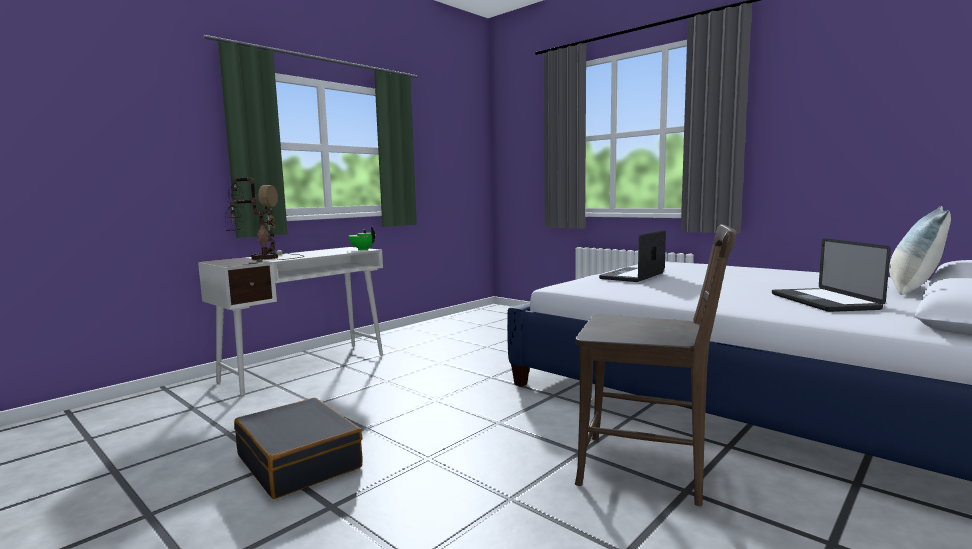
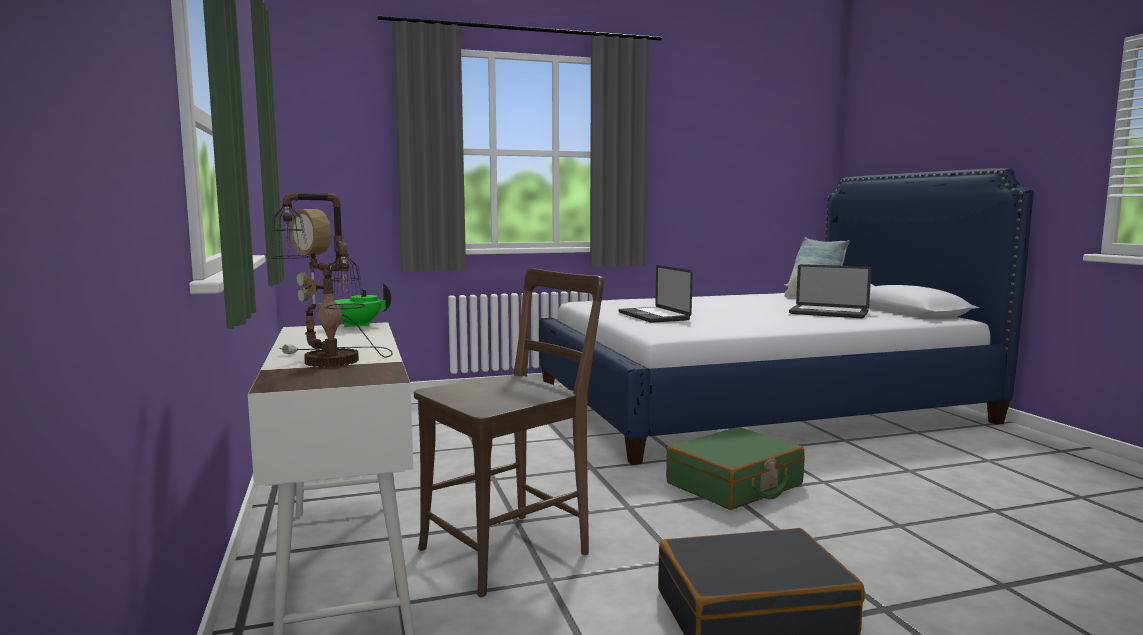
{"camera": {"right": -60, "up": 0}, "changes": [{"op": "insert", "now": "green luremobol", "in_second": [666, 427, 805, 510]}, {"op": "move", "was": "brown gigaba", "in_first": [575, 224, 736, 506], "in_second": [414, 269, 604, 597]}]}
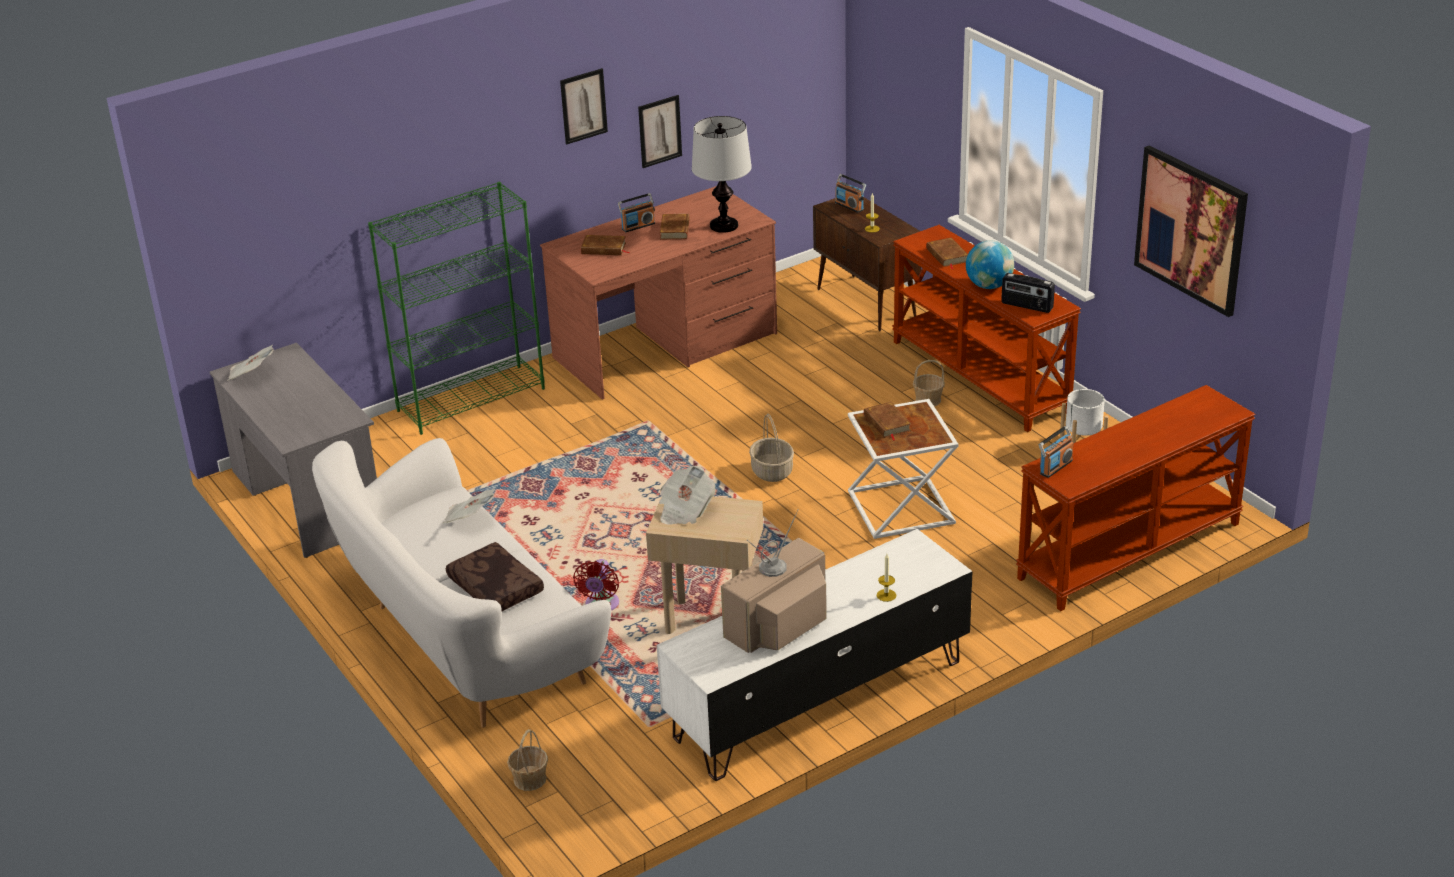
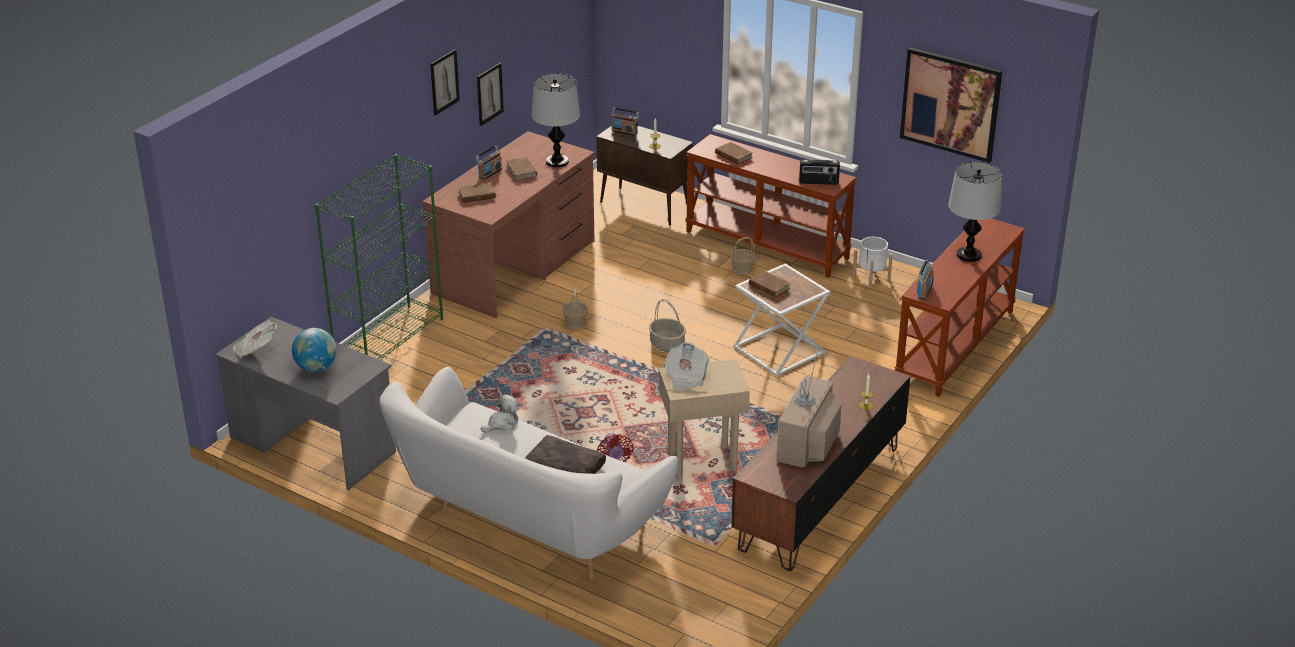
{"camera": {"right": -25, "up": 0}, "changes": [{"op": "insert", "now": "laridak", "in_second": [948, 162, 1002, 262]}, {"op": "move", "was": "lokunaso", "in_first": [507, 729, 548, 791], "in_second": [562, 289, 588, 329]}, {"op": "move", "was": "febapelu", "in_first": [966, 240, 1014, 289], "in_second": [292, 328, 337, 372]}, {"op": "replace", "was": "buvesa", "now": "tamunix", "in_first": [443, 489, 495, 523], "in_second": [481, 394, 519, 433]}, {"op": "recolor", "was": "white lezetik", "now": "brown lezetik", "in_first": [657, 529, 972, 781], "in_second": [731, 356, 910, 571]}]}
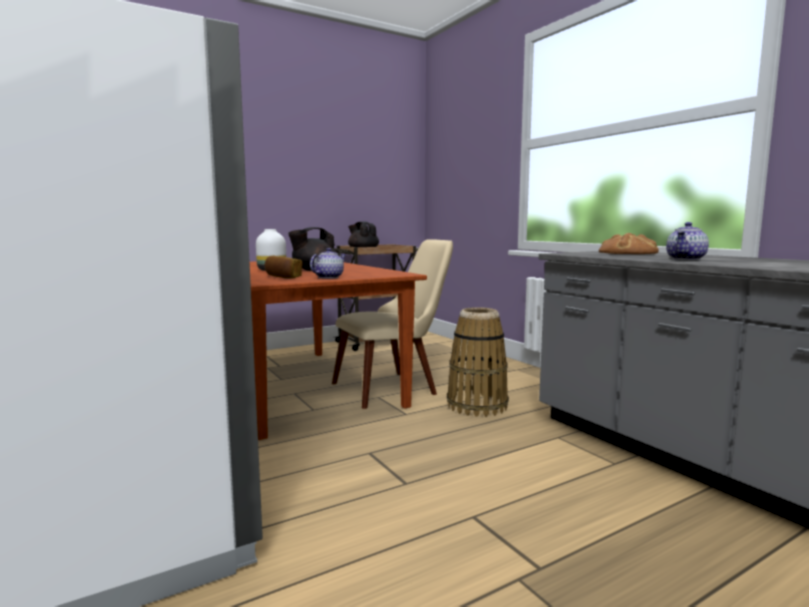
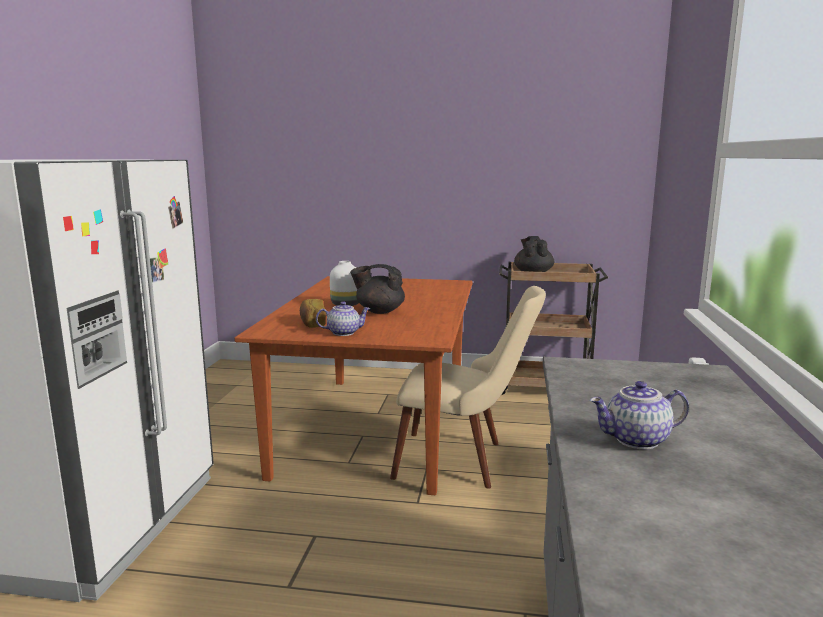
{"camera": {"right": 40, "up": 5}, "changes": [{"op": "delete", "was": "lokunaso", "in_first": [447, 307, 509, 417]}, {"op": "delete", "was": "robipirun", "in_first": [599, 233, 659, 254]}]}
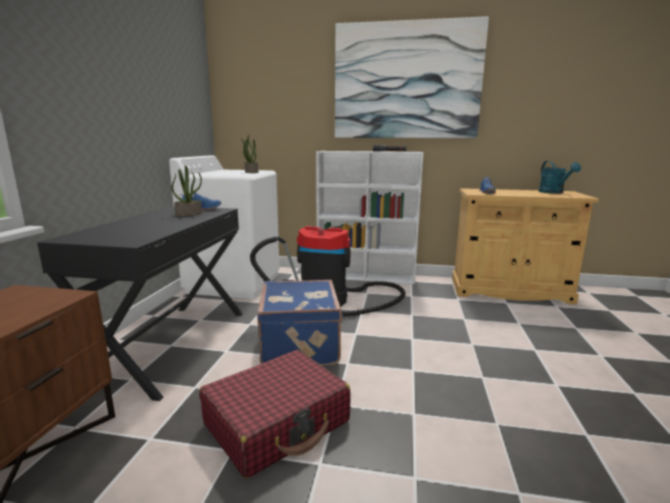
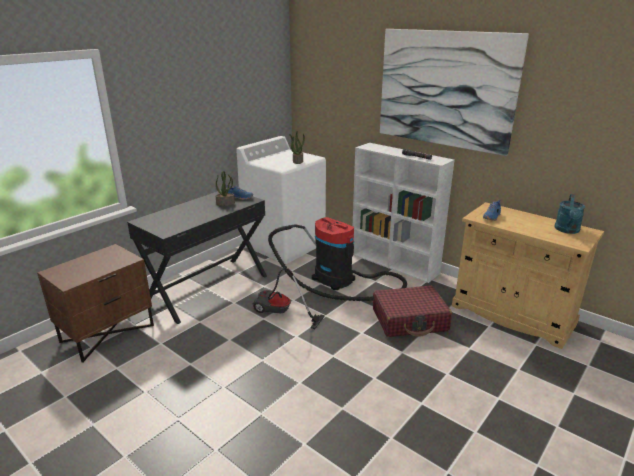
{"camera": {"right": 30, "up": 10}, "changes": [{"op": "move", "was": "red luremobol", "in_first": [199, 350, 351, 478], "in_second": [373, 285, 452, 337]}, {"op": "replace", "was": "blue luremobol", "now": "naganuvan", "in_first": [257, 280, 344, 366], "in_second": [253, 267, 325, 329]}]}
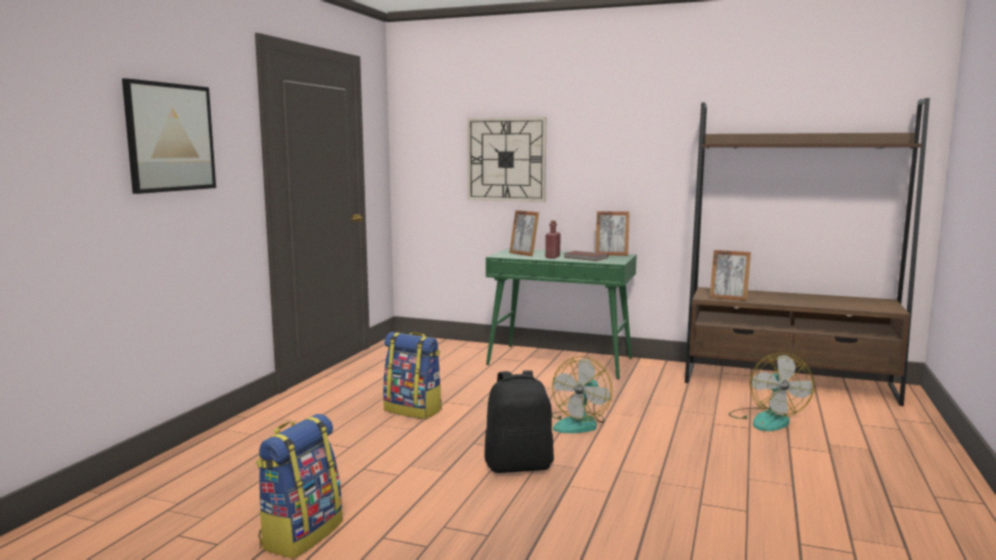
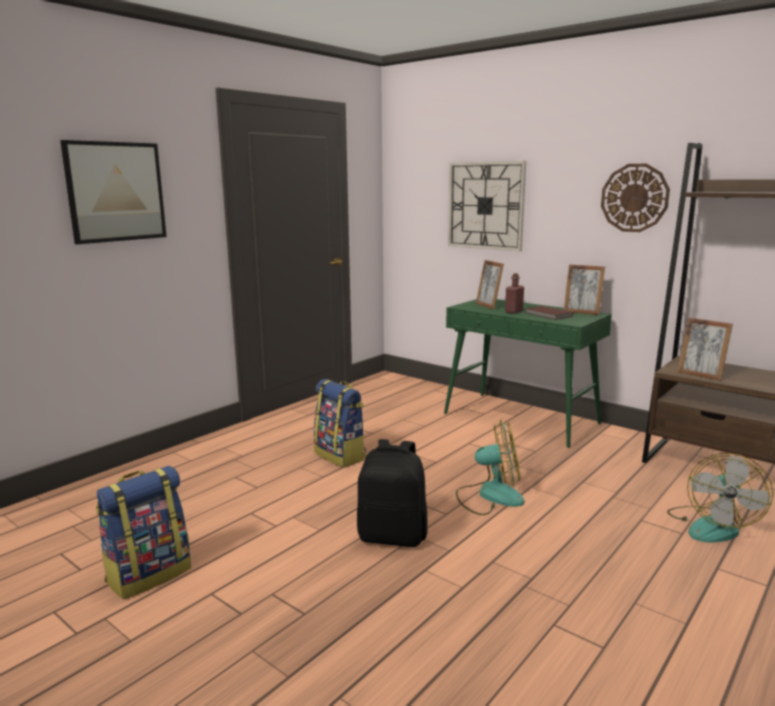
{"camera": {"right": 20, "up": 5}, "changes": [{"op": "insert", "now": "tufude", "in_second": [601, 164, 670, 232]}, {"op": "rotate", "was": "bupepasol", "in_first": [552, 356, 612, 433], "in_second": [456, 420, 524, 515], "clockwise": -135}]}
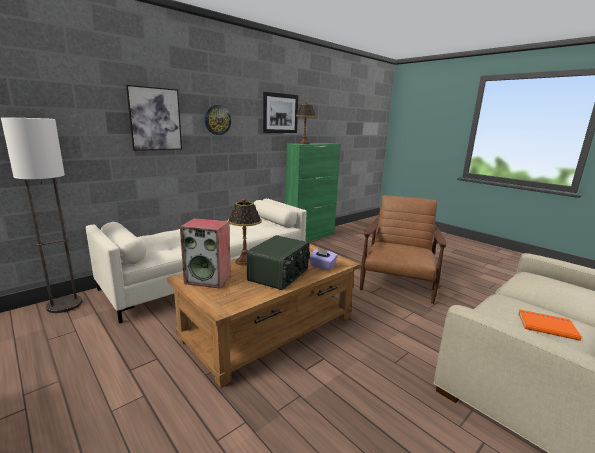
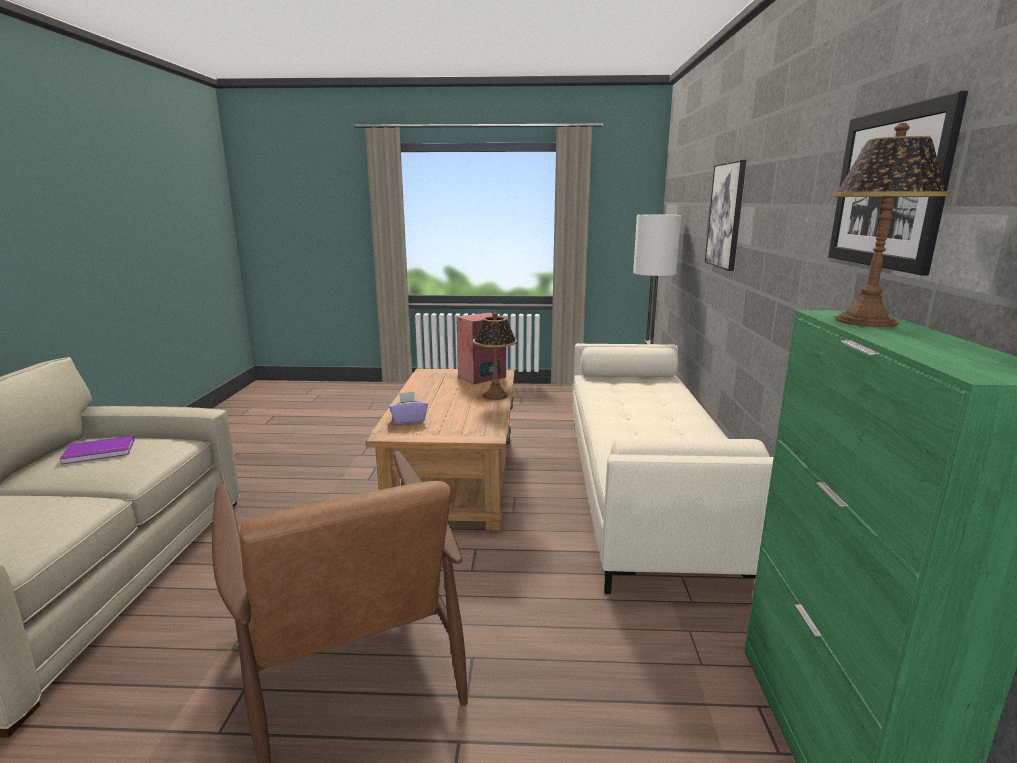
{"camera": {"right": 135, "up": 0}, "changes": [{"op": "delete", "was": "tufude", "in_first": [204, 105, 231, 135]}, {"op": "delete", "was": "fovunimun", "in_first": [247, 235, 310, 290]}, {"op": "recolor", "was": "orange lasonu", "now": "purple lasonu", "in_first": [518, 309, 582, 341], "in_second": [60, 436, 134, 464]}]}
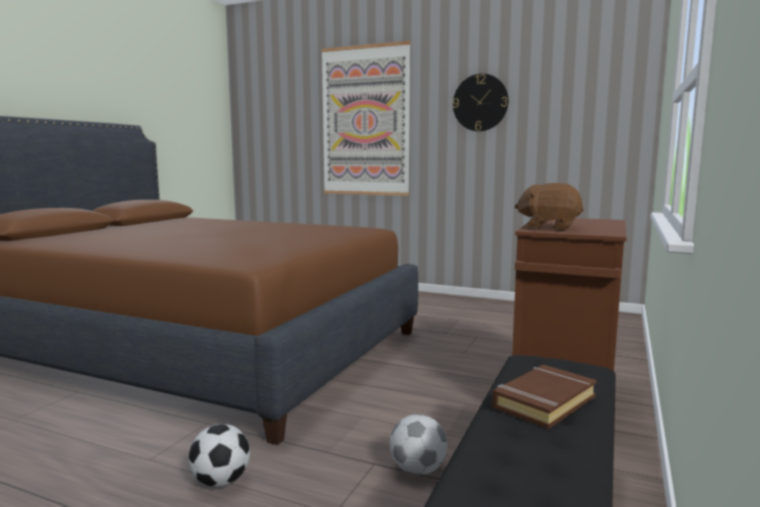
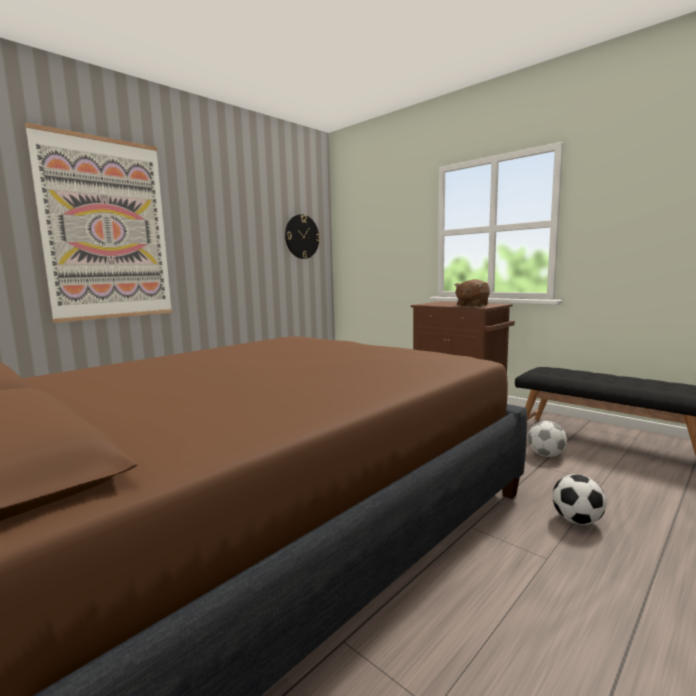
{"camera": {"right": -70, "up": 0}, "changes": [{"op": "delete", "was": "brown lasonu", "in_first": [492, 365, 597, 429]}, {"op": "move", "was": "tufude", "in_first": [453, 74, 508, 131], "in_second": [285, 214, 320, 259]}]}
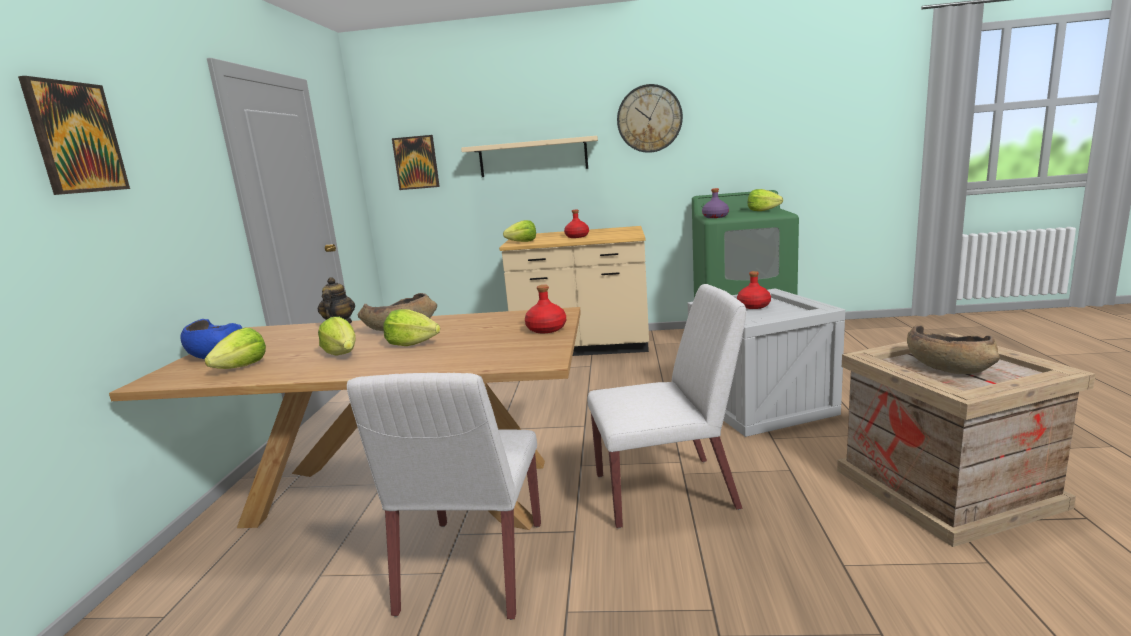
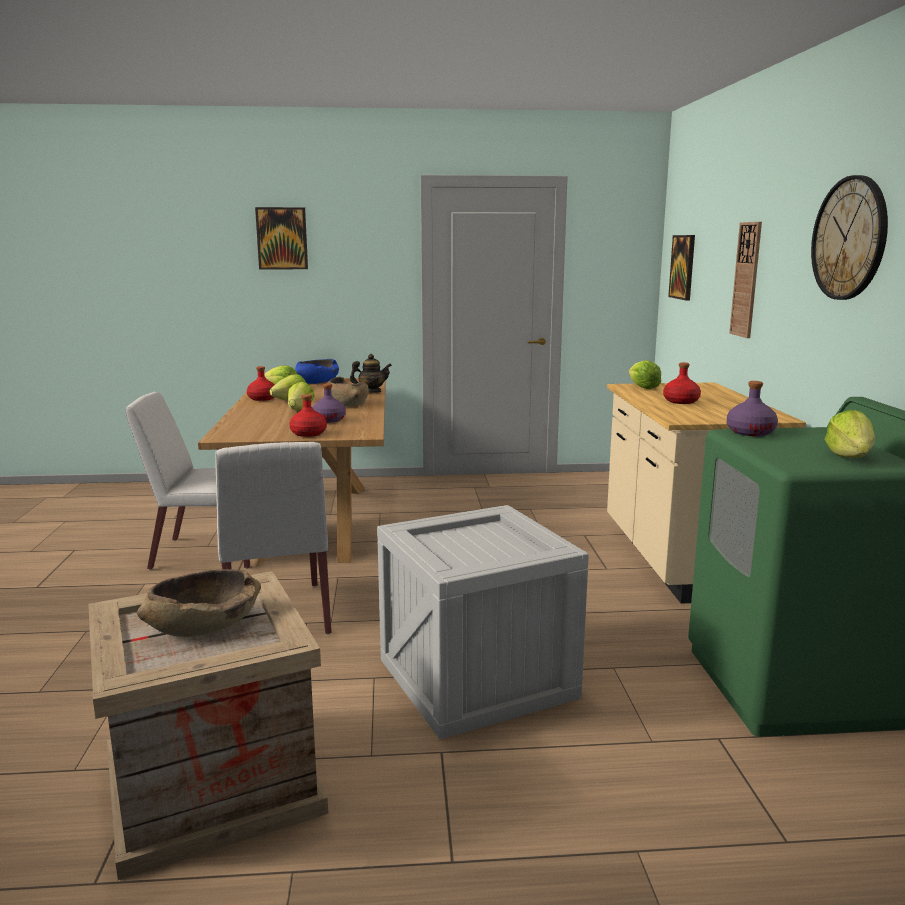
{"camera": {"right": 80, "up": 0}, "changes": [{"op": "insert", "now": "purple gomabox", "in_second": [312, 383, 346, 423]}, {"op": "move", "was": "red gomabox", "in_first": [737, 271, 771, 309], "in_second": [247, 366, 275, 401]}, {"op": "replace", "was": "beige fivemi", "now": "tufude", "in_first": [461, 136, 598, 177], "in_second": [729, 222, 762, 338]}]}
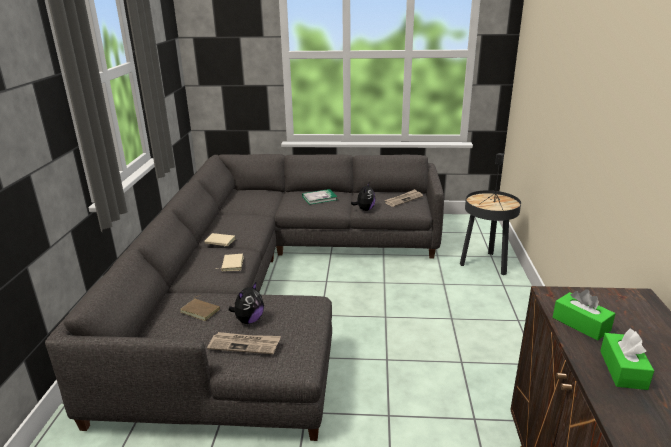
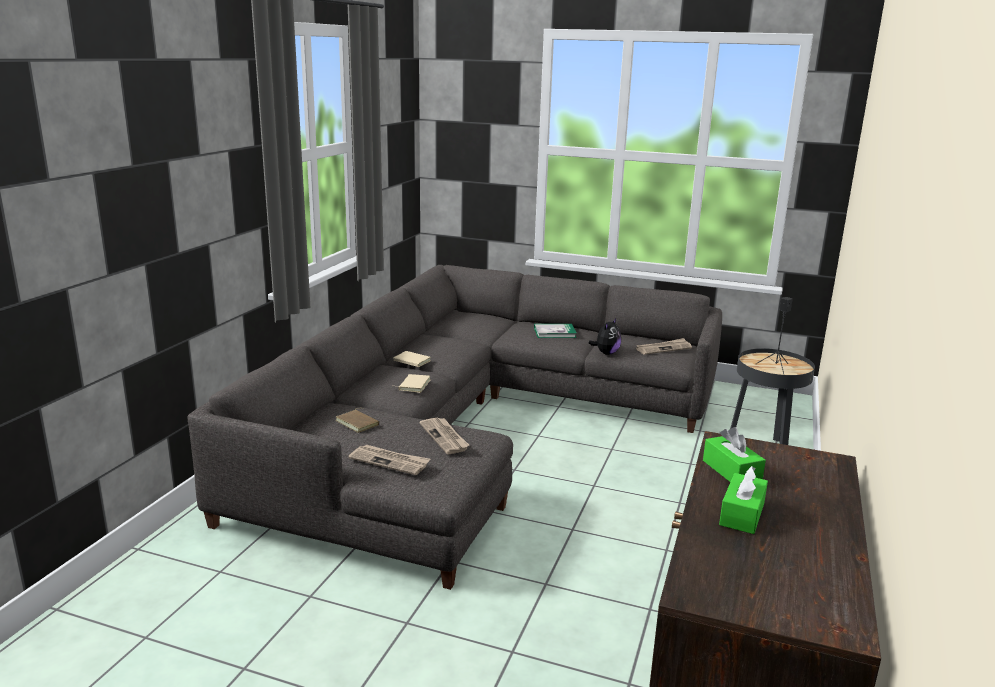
{"camera": {"right": 15, "up": -5}, "changes": [{"op": "delete", "was": "tamunix", "in_first": [229, 282, 264, 324]}, {"op": "insert", "now": "buvesa", "in_second": [419, 417, 469, 454]}]}
